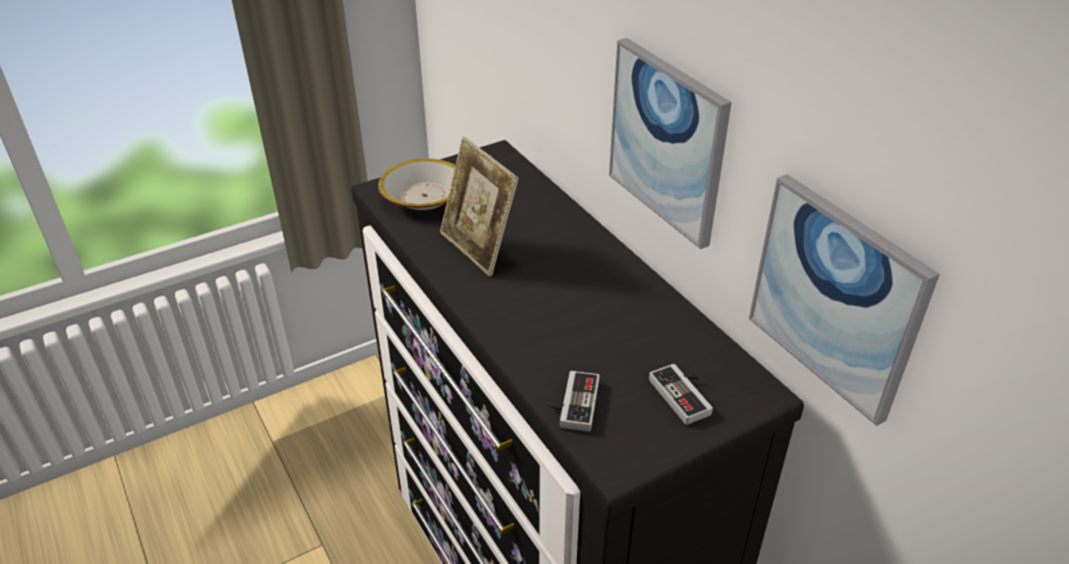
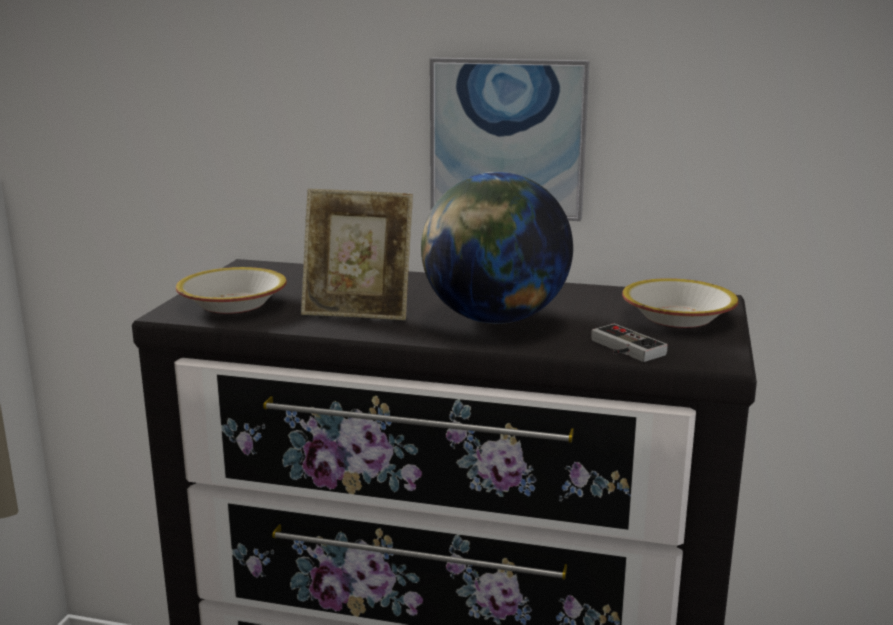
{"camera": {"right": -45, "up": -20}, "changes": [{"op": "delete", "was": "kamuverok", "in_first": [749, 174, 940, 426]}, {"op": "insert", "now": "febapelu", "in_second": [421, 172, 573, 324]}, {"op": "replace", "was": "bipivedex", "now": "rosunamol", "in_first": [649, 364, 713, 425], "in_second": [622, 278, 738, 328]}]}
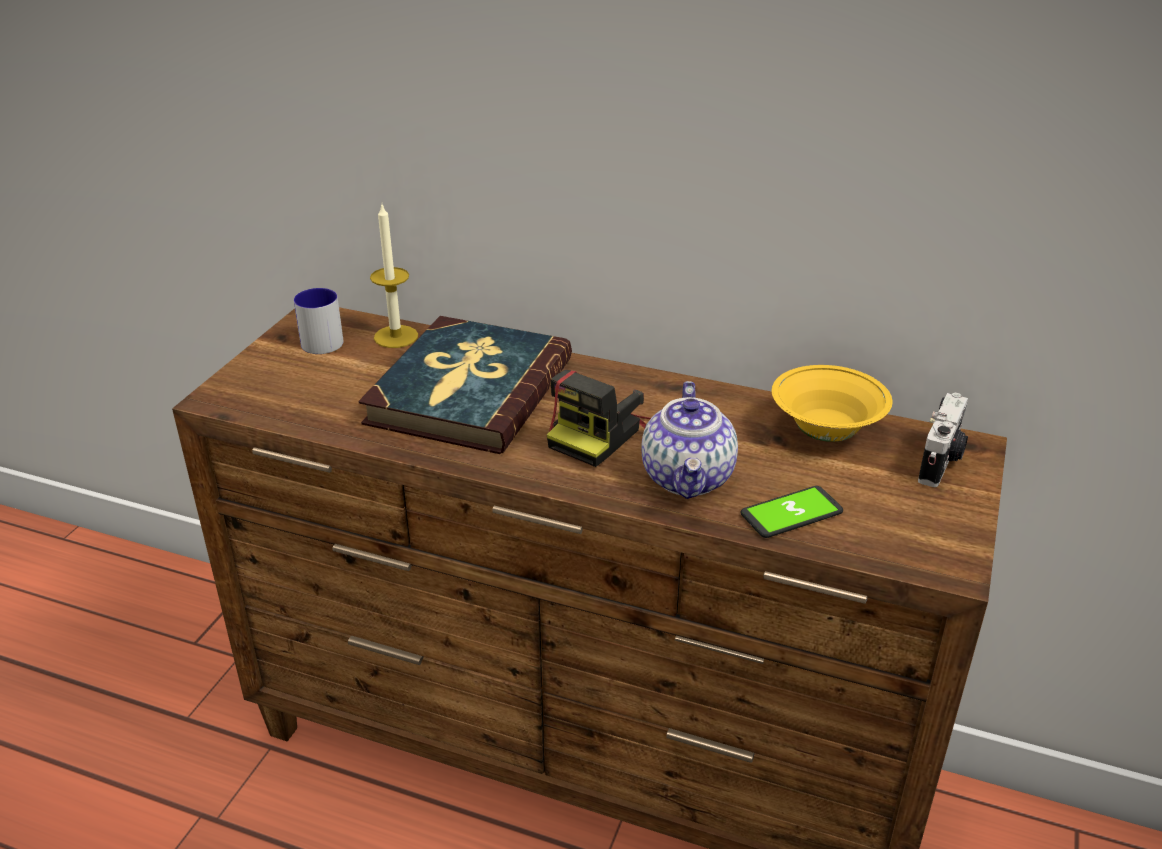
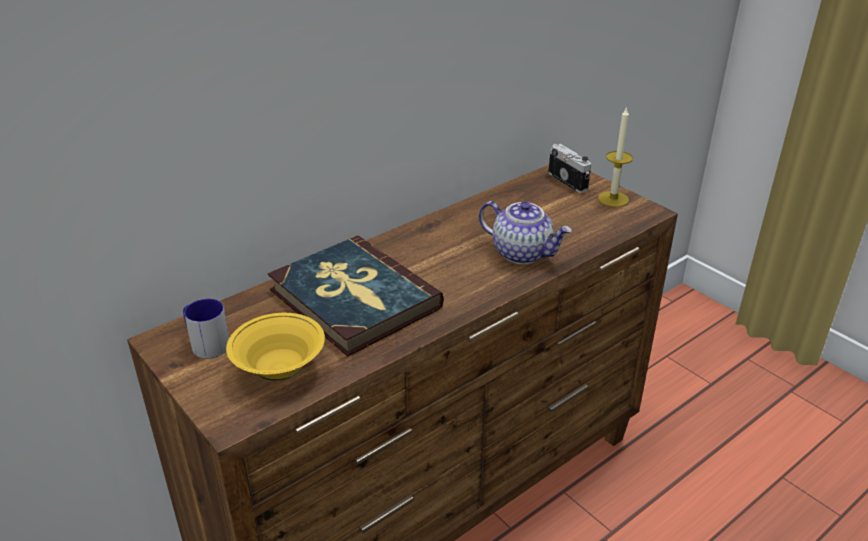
{"camera": {"right": -60, "up": 0}, "changes": [{"op": "delete", "was": "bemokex", "in_first": [547, 370, 651, 467]}, {"op": "delete", "was": "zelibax", "in_first": [740, 486, 843, 538]}, {"op": "move", "was": "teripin", "in_first": [370, 205, 418, 348], "in_second": [598, 106, 633, 207]}, {"op": "move", "was": "yellow rosunamol", "in_first": [772, 365, 892, 442], "in_second": [226, 313, 325, 381]}]}
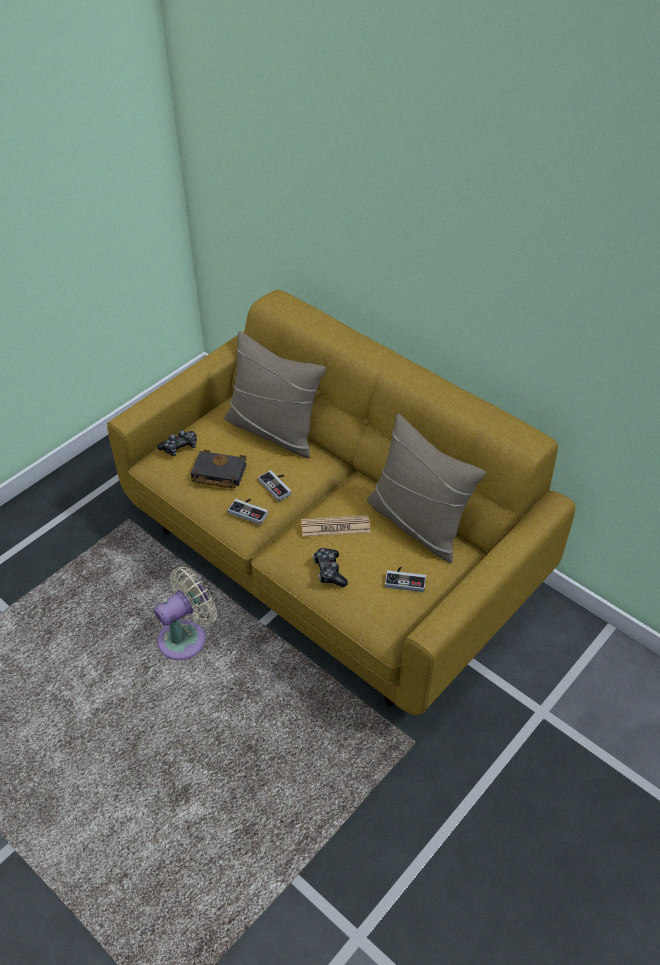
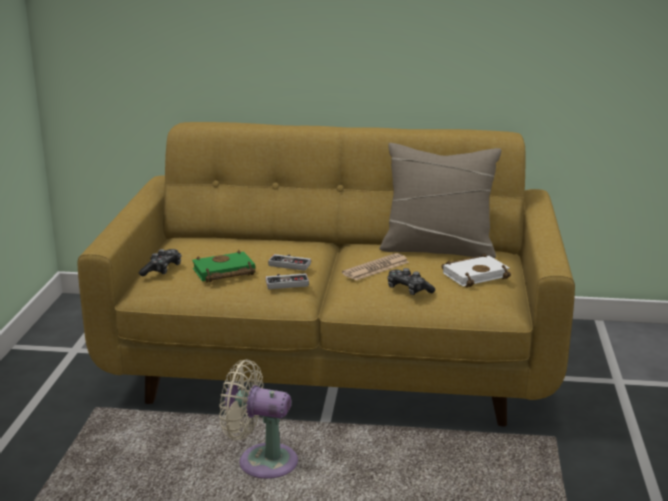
{"camera": {"right": -35, "up": -25}, "changes": [{"op": "delete", "was": "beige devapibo", "in_first": [224, 331, 326, 458]}, {"op": "replace", "was": "bipivedex", "now": "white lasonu", "in_first": [385, 567, 426, 592], "in_second": [442, 253, 511, 287]}, {"op": "recolor", "was": "black lasonu", "now": "green lasonu", "in_first": [191, 449, 247, 488], "in_second": [192, 250, 255, 283]}, {"op": "rotate", "was": "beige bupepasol", "in_first": [154, 567, 217, 660], "in_second": [219, 359, 298, 479], "clockwise": -90}]}
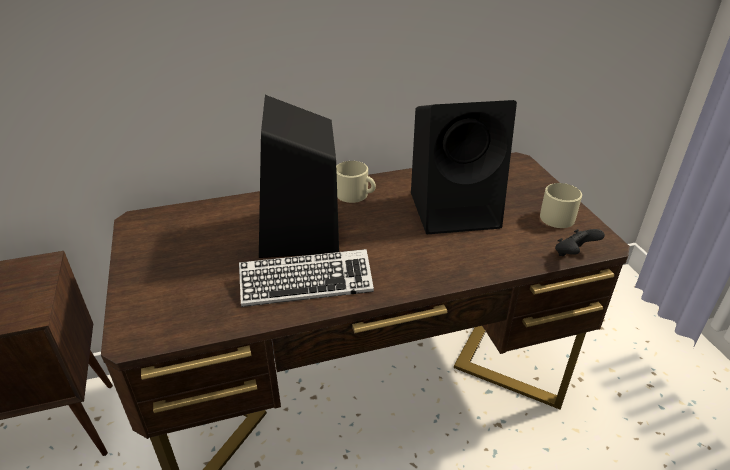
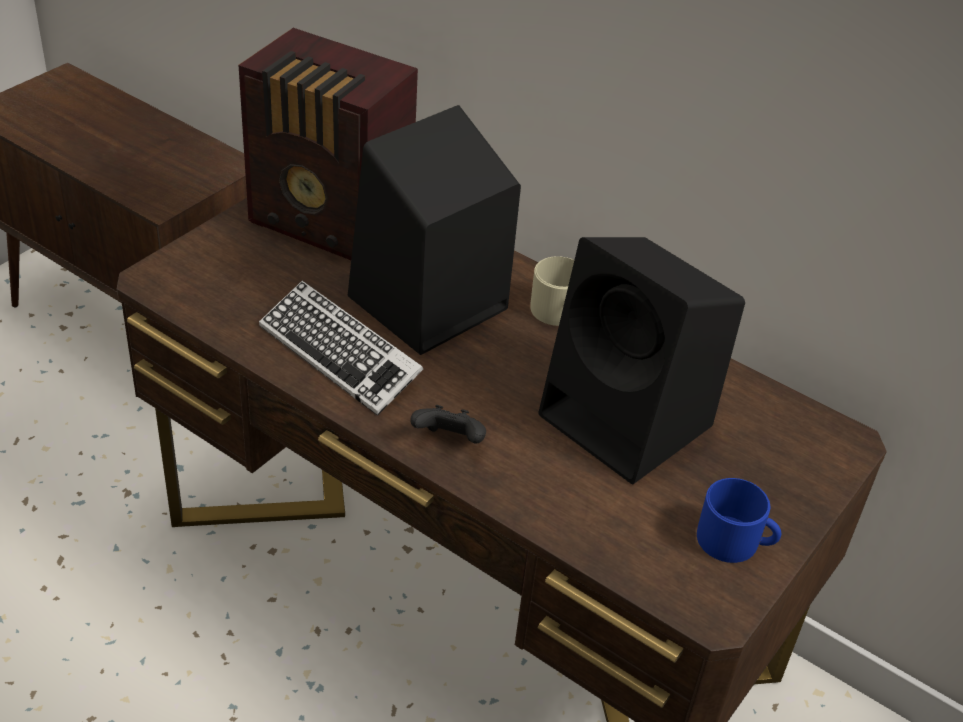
{"camera": {"right": 50, "up": 5}, "changes": [{"op": "insert", "now": "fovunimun", "in_second": [238, 28, 418, 260]}, {"op": "move", "was": "black bipivedex", "in_first": [555, 229, 605, 256], "in_second": [410, 405, 486, 444]}, {"op": "recolor", "was": "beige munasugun", "now": "blue munasugun", "in_first": [540, 183, 582, 228], "in_second": [697, 478, 781, 563]}]}
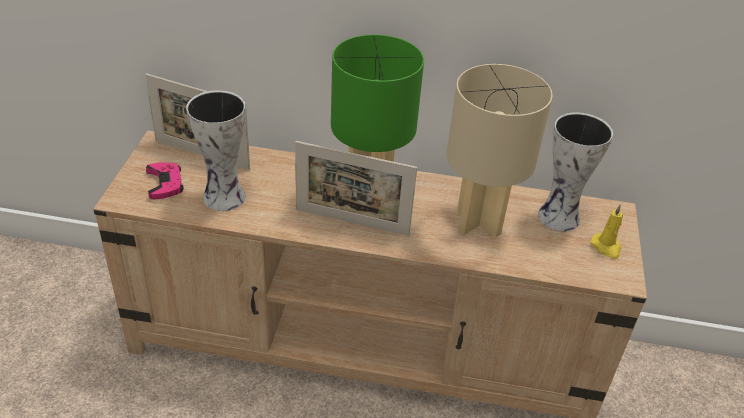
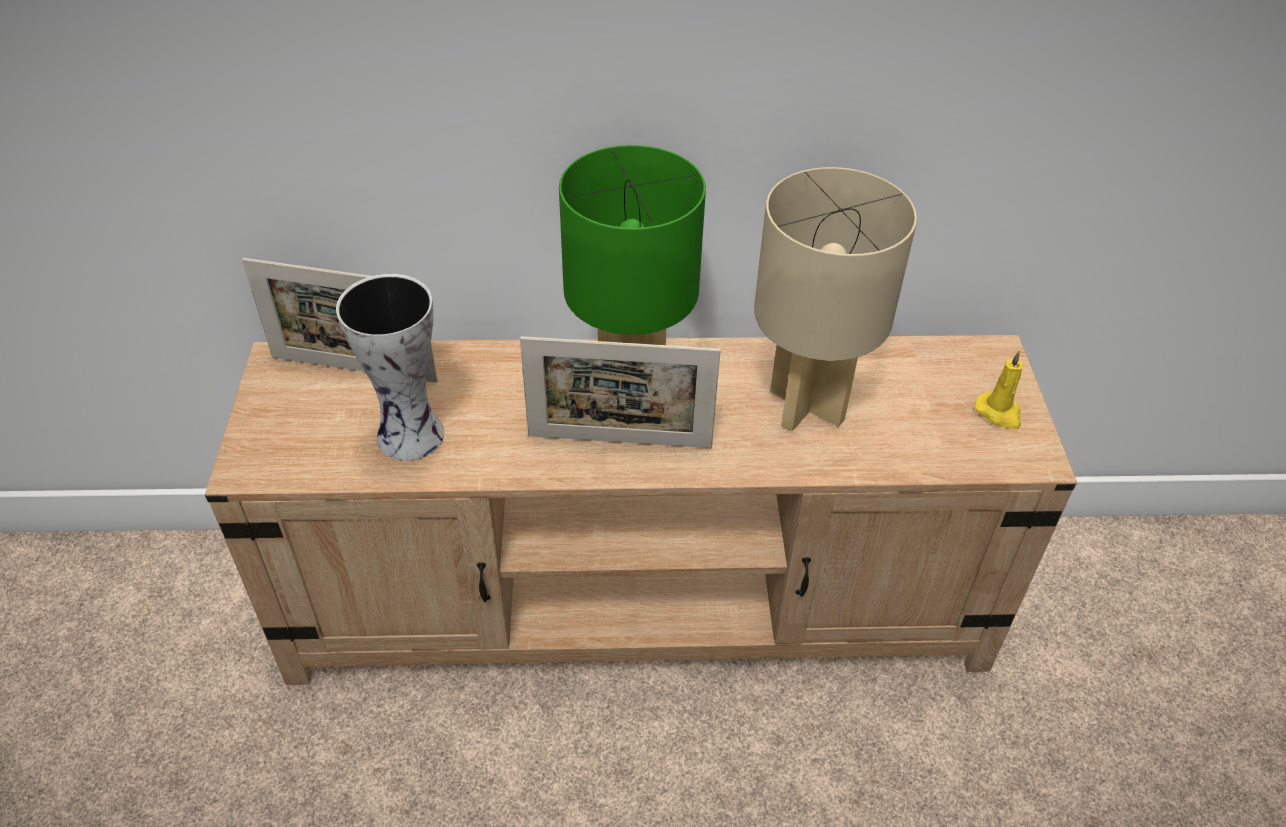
{"camera": {"right": -10, "up": 5}, "changes": [{"op": "delete", "was": "pink bipivedex", "in_first": [146, 162, 184, 199]}, {"op": "delete", "was": "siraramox", "in_first": [538, 112, 613, 231]}]}
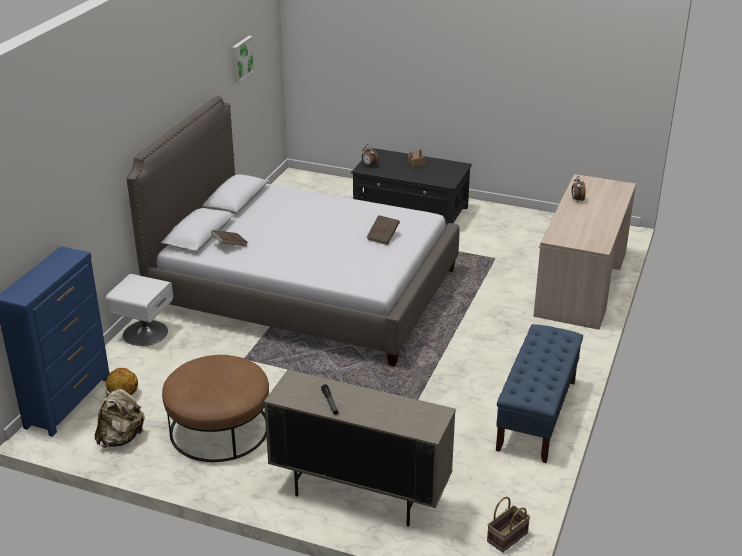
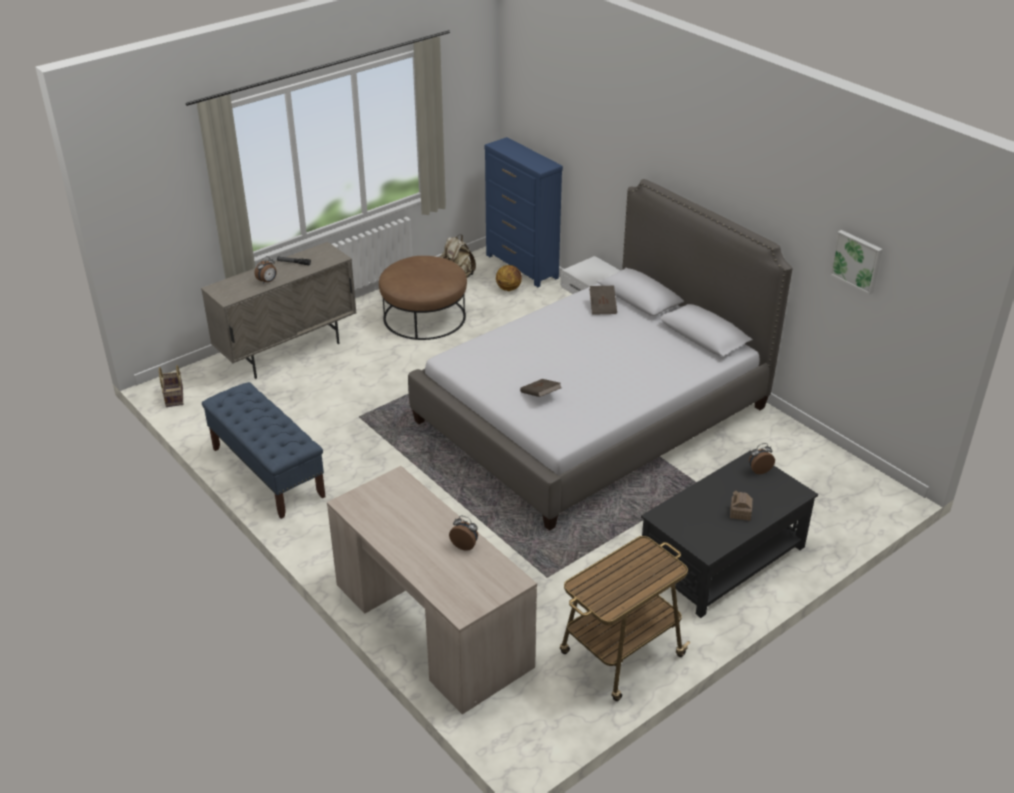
{"camera": {"right": 120, "up": 5}, "changes": [{"op": "insert", "now": "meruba", "in_second": [255, 256, 277, 284]}, {"op": "insert", "now": "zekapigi", "in_second": [560, 536, 690, 701]}]}
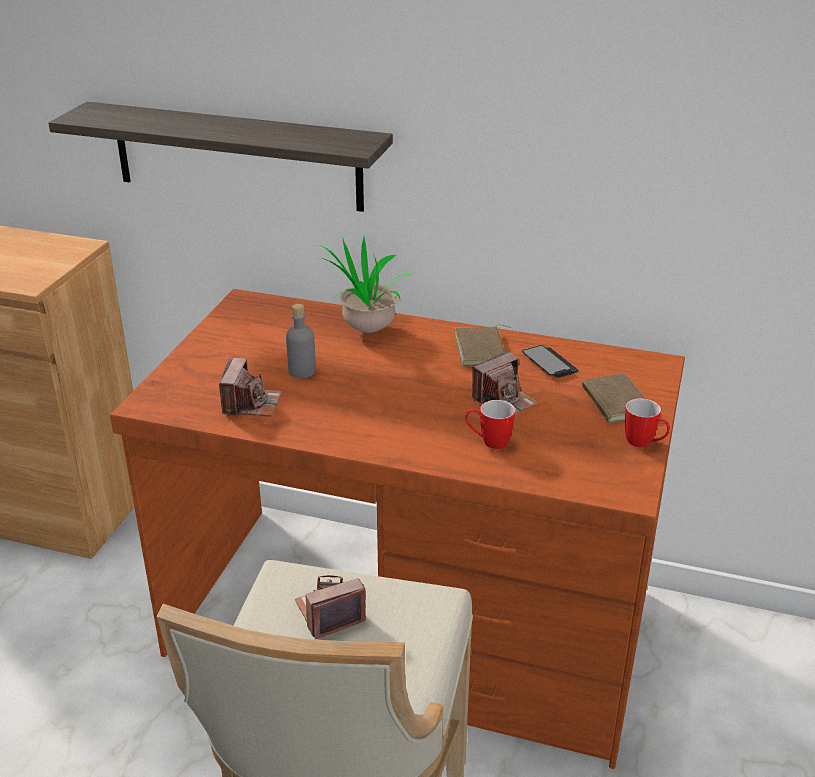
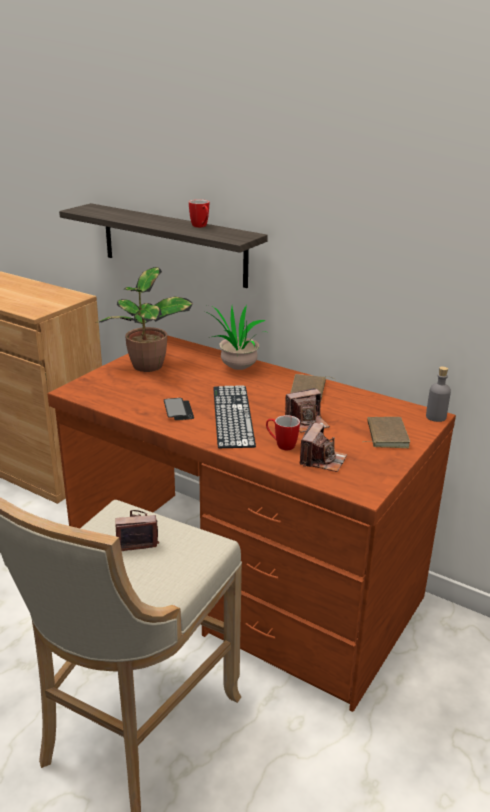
{"camera": {"right": 15, "up": -5}, "changes": [{"op": "insert", "now": "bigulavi", "in_second": [98, 267, 193, 372]}, {"op": "insert", "now": "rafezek", "in_second": [213, 385, 256, 448]}, {"op": "move", "was": "bemokex", "in_first": [219, 358, 282, 417], "in_second": [300, 423, 347, 472]}, {"op": "move", "was": "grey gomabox", "in_first": [286, 304, 316, 378], "in_second": [426, 366, 451, 422]}, {"op": "move", "was": "zelibax", "in_first": [522, 345, 579, 378], "in_second": [164, 398, 194, 420]}, {"op": "move", "was": "munasugun", "in_first": [625, 398, 670, 447], "in_second": [189, 199, 209, 228]}]}
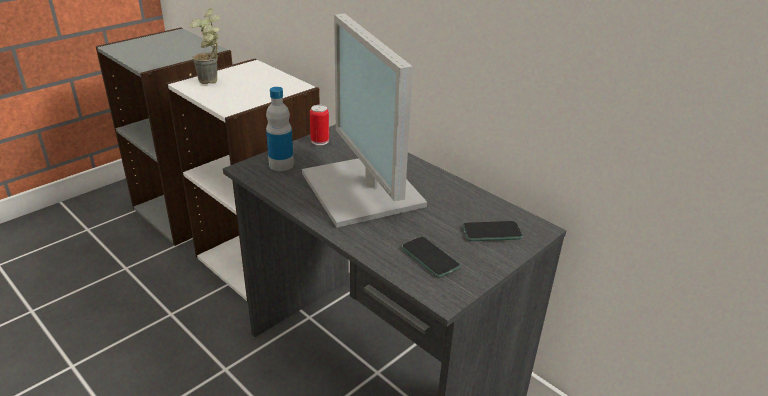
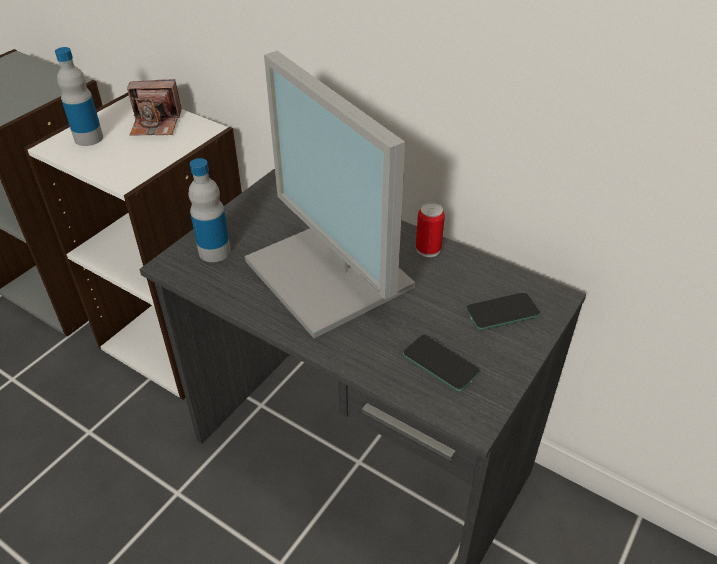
{"camera": {"right": -10, "up": 10}, "changes": [{"op": "insert", "now": "bemokex", "in_second": [127, 79, 182, 136]}, {"op": "move", "was": "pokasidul", "in_first": [310, 105, 329, 145], "in_second": [416, 203, 445, 257]}, {"op": "replace", "was": "bigulavi", "now": "gomabox", "in_first": [189, 8, 220, 84], "in_second": [55, 47, 103, 146]}]}
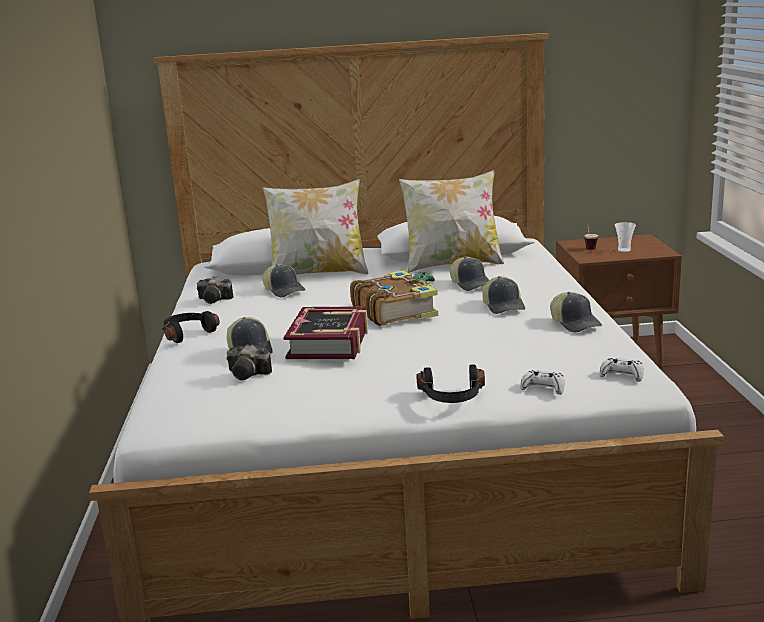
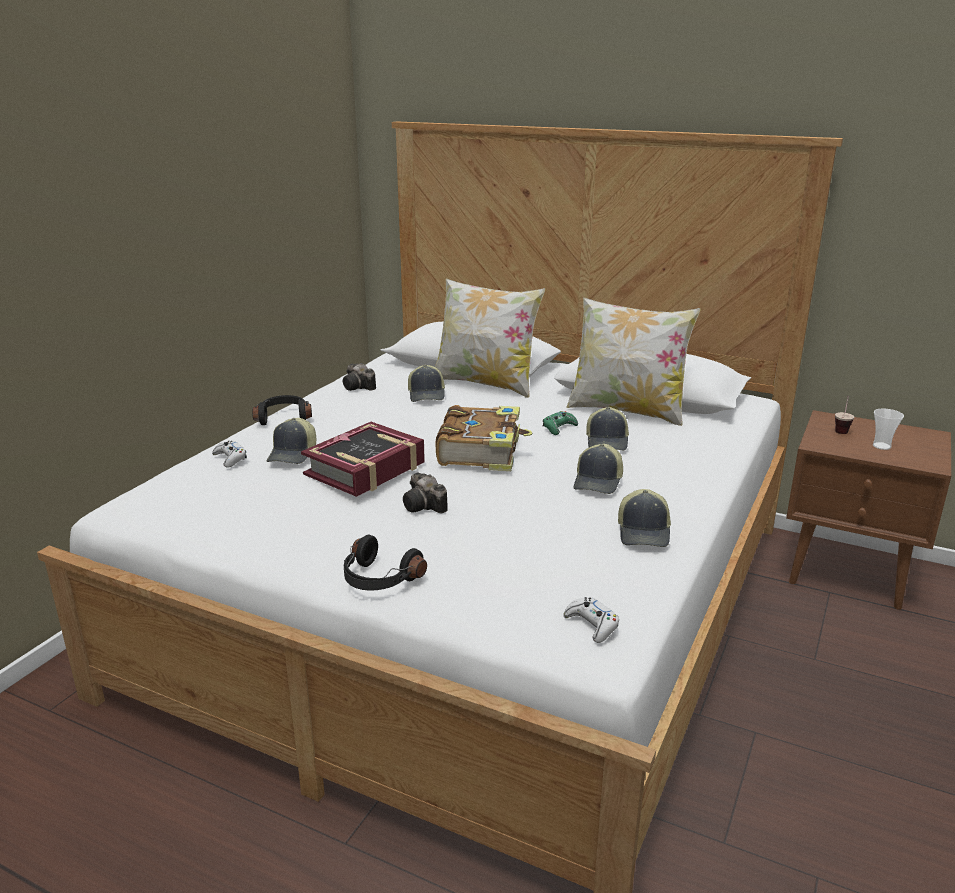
{"camera": {"right": 30, "up": 5}, "changes": [{"op": "move", "was": "bemokex", "in_first": [227, 344, 272, 380], "in_second": [403, 473, 448, 513]}, {"op": "move", "was": "white bipivedex", "in_first": [520, 370, 565, 395], "in_second": [212, 441, 247, 468]}]}
